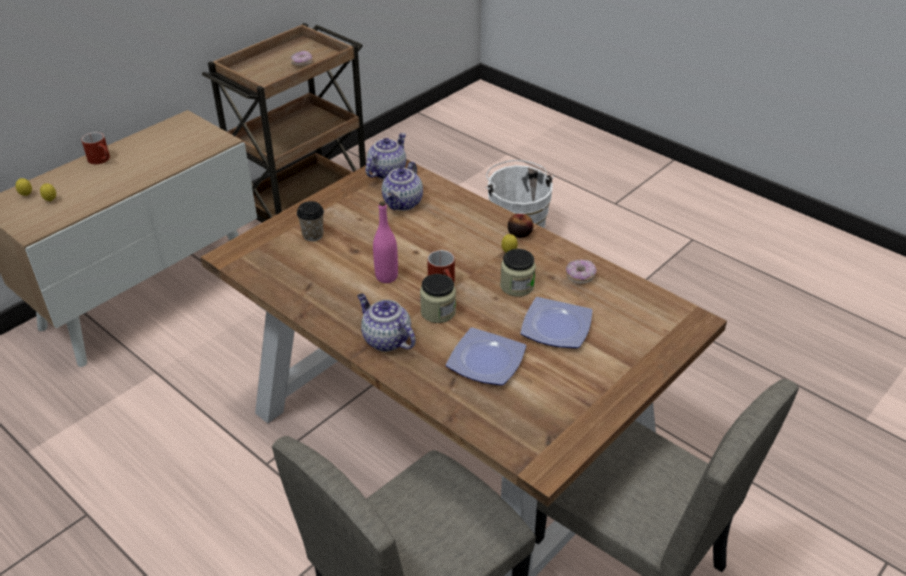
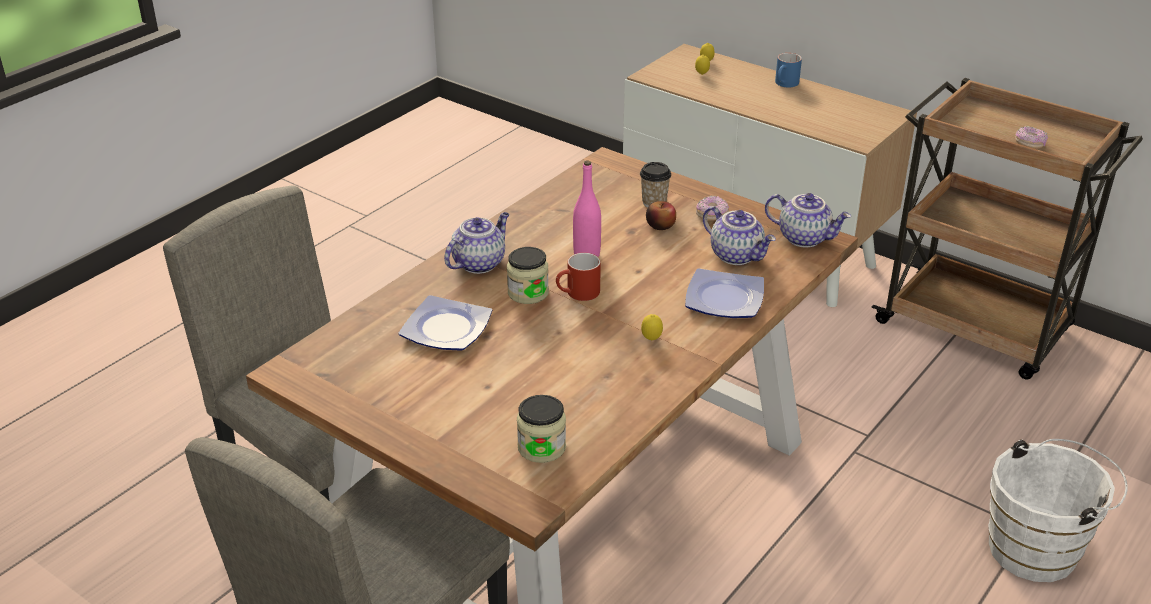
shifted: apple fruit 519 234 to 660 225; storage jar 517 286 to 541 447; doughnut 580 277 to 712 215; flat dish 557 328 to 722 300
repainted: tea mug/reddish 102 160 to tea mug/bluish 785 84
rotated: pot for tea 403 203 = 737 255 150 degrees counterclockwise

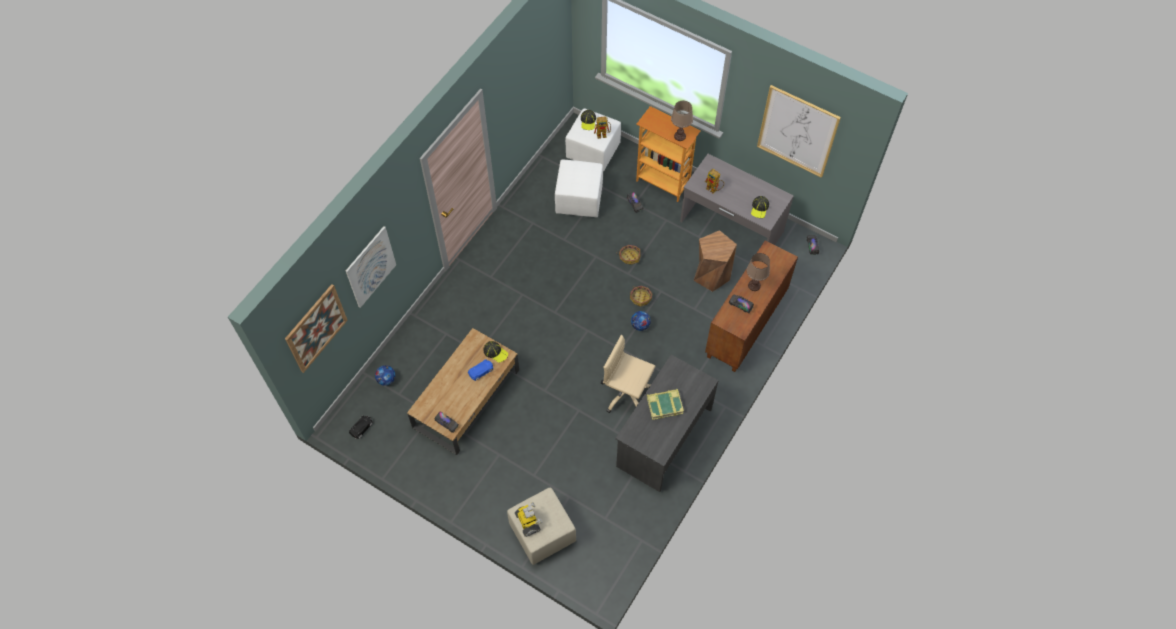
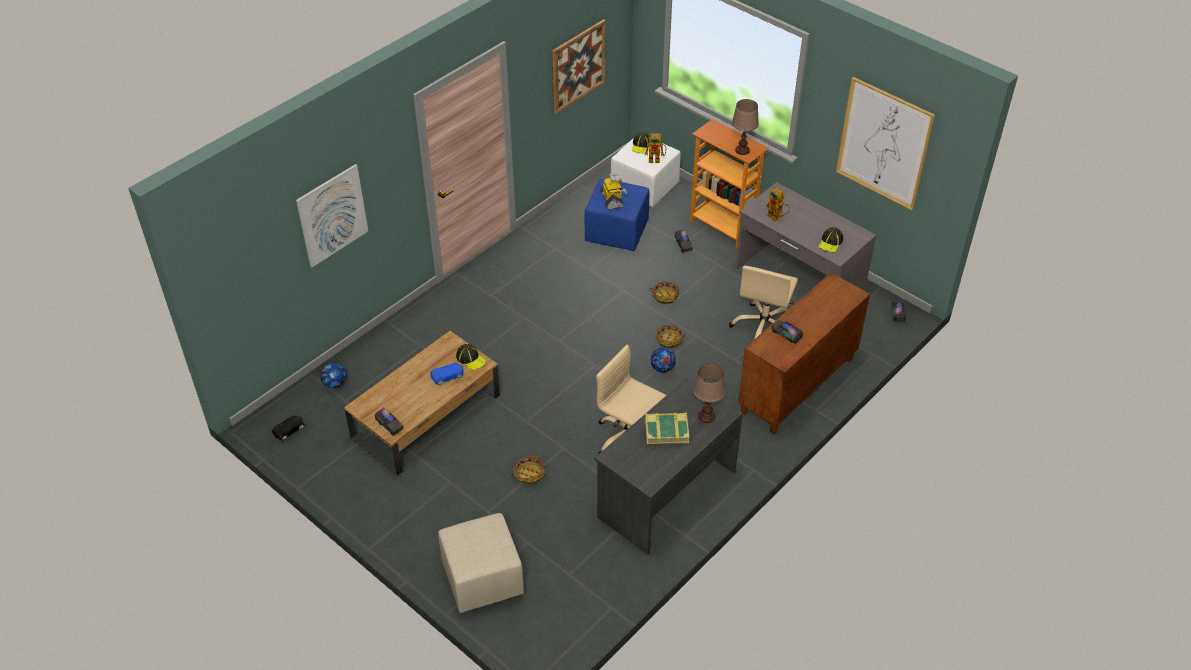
new: storage basket 529 474
shifted: table lamp/brown-coloured 754 285 to 706 416; picture 316 328 to 578 66; toy robot 528 522 to 612 200
swapped: stool/brown-coloured 711 275 to desk chair/sand-coloured 763 327
repainted: pouffe/white 579 199 to pouffe/bluish 616 231

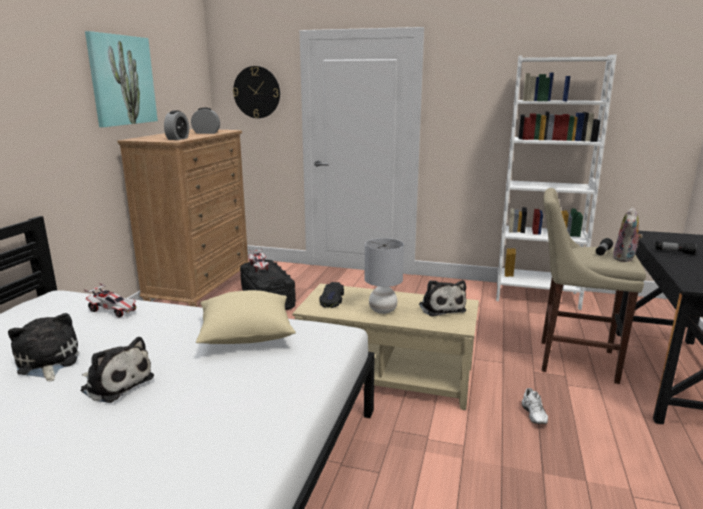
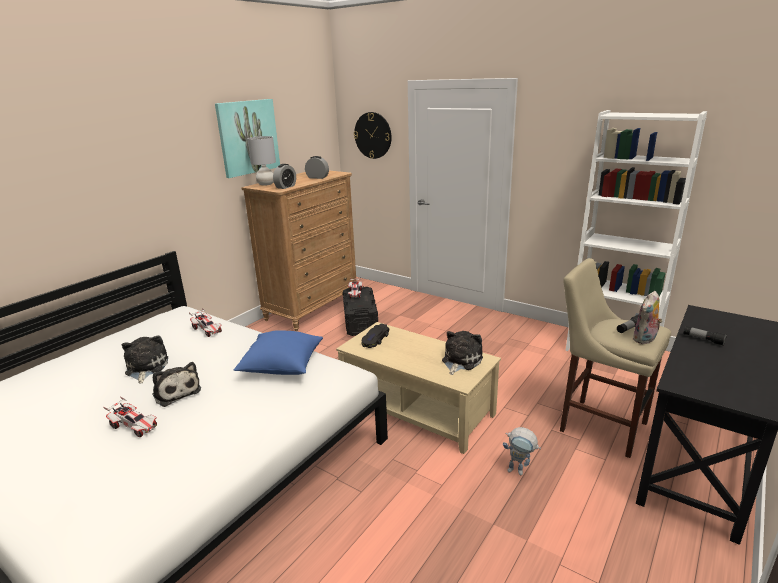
new: model car 134 426
shifted: table lamp/gray 383 310 to 266 184
swapped: item of footwear/white 532 415 to toy robot 519 471
repainted: throw pillow/sand-coloured 246 335 to throw pillow/bluish 282 366
rotated: plush toy 441 307 = 460 361 150 degrees counterclockwise

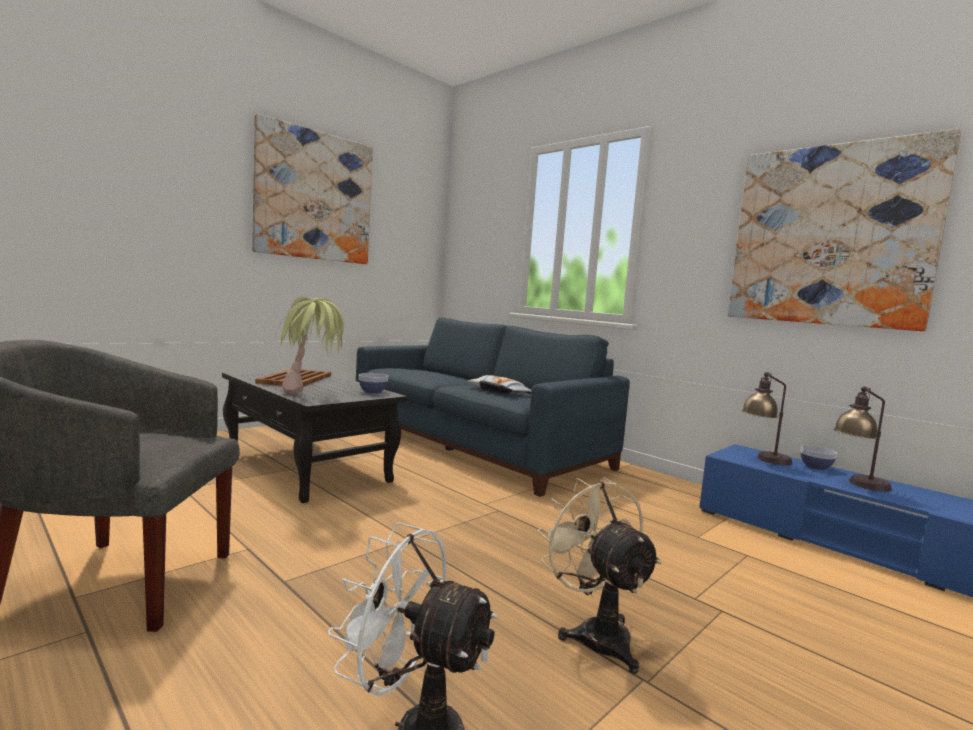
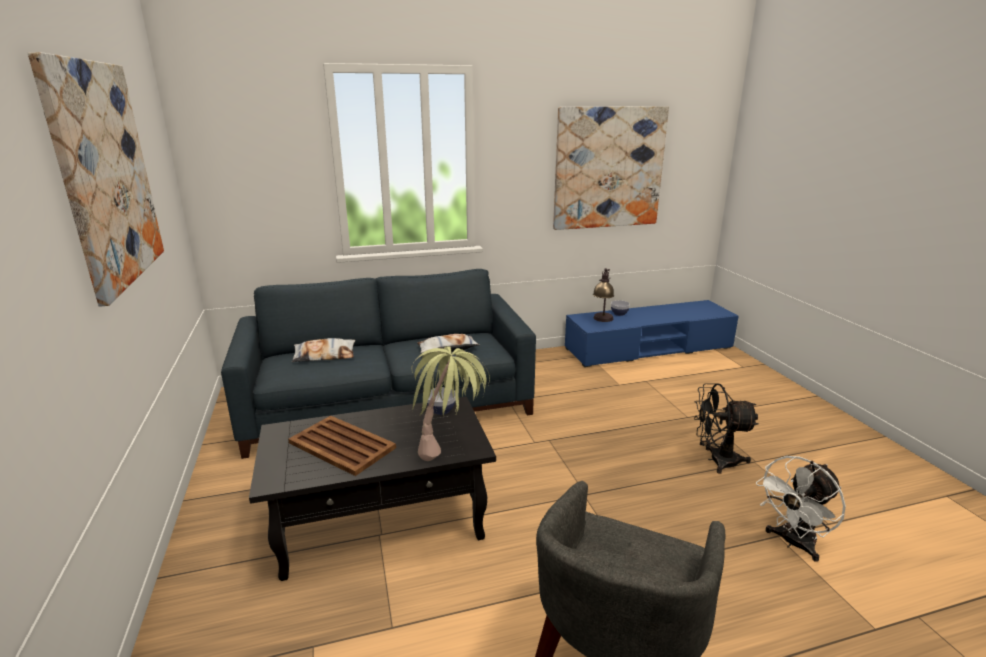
gone: table lamp 858 485
new: throw pillow 324 355
repainted: cooling fan/sand-coloured 595 633 to cooling fan/black 716 460

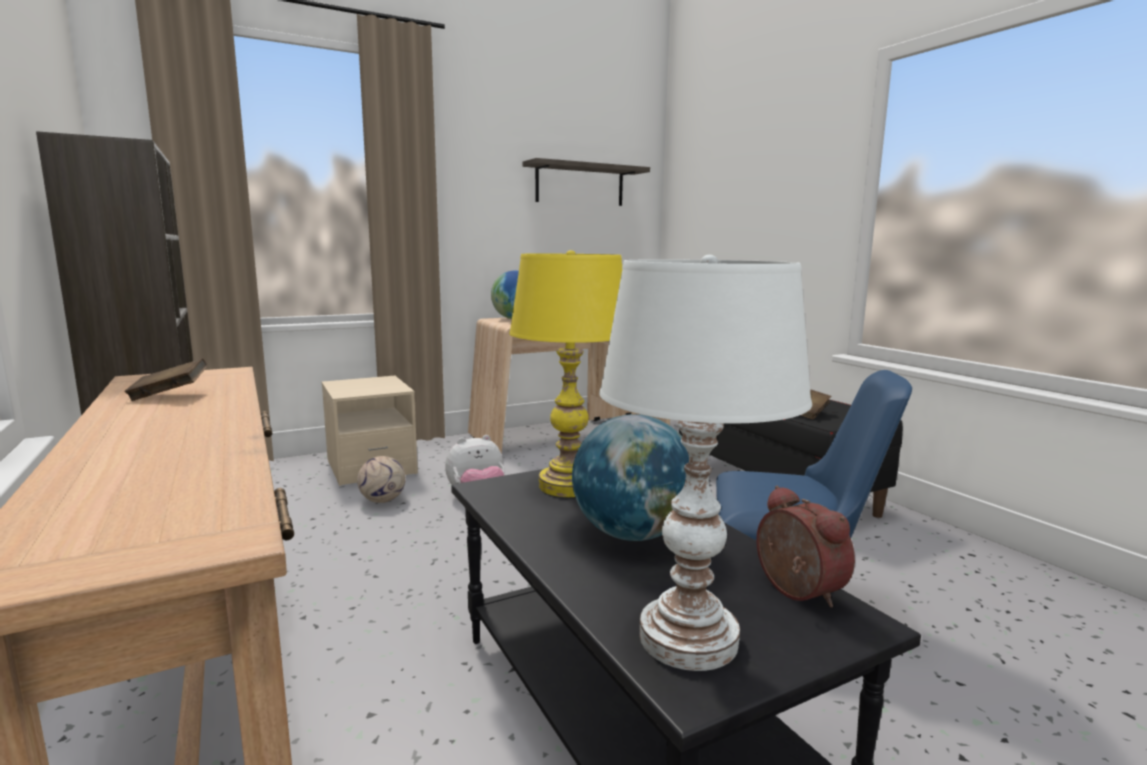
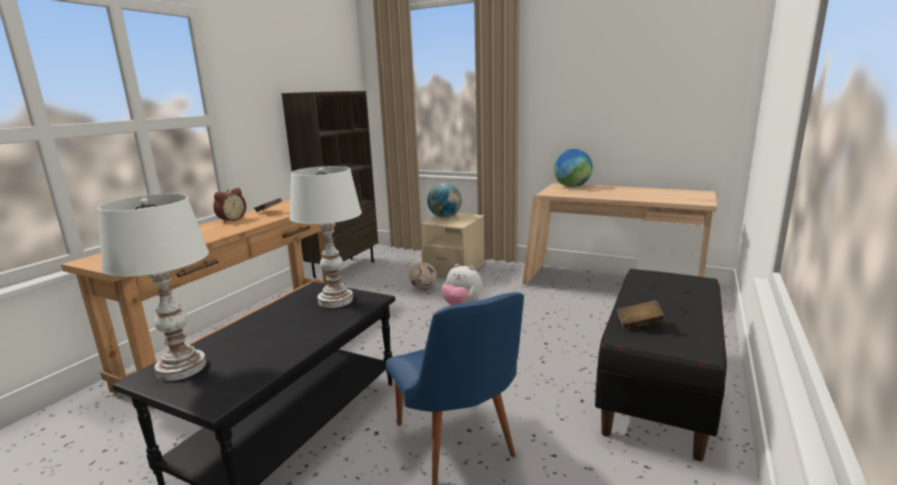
gone: wall shelf 580 185
shifted: world globe 632 534 to 445 217; bedside clock 795 592 to 231 219
repainted: table lamp/yellow 568 486 to table lamp/white 335 300

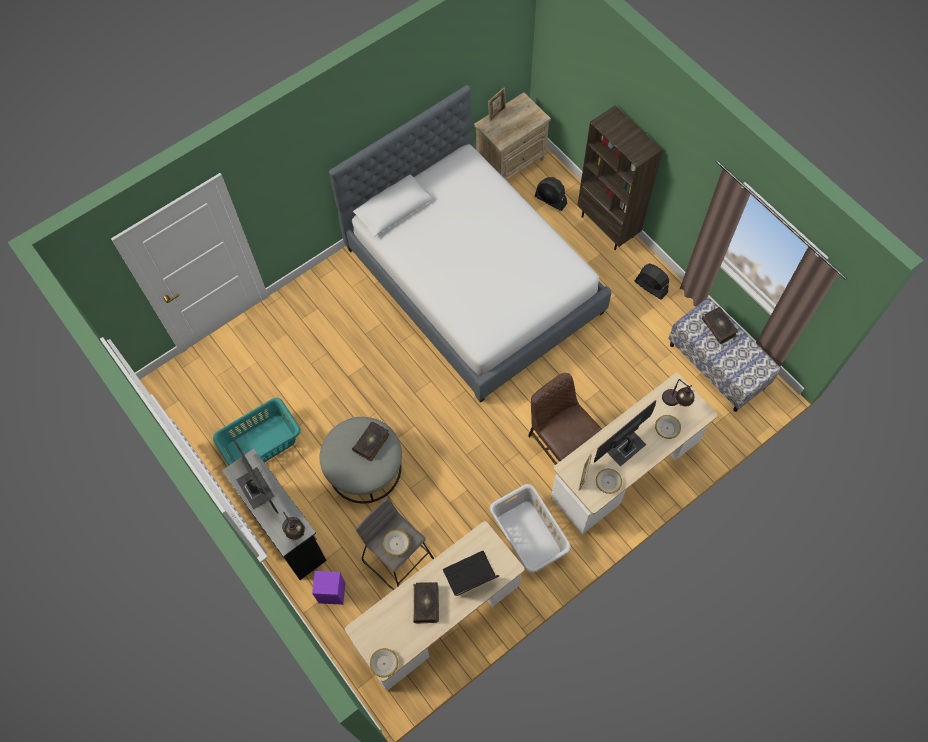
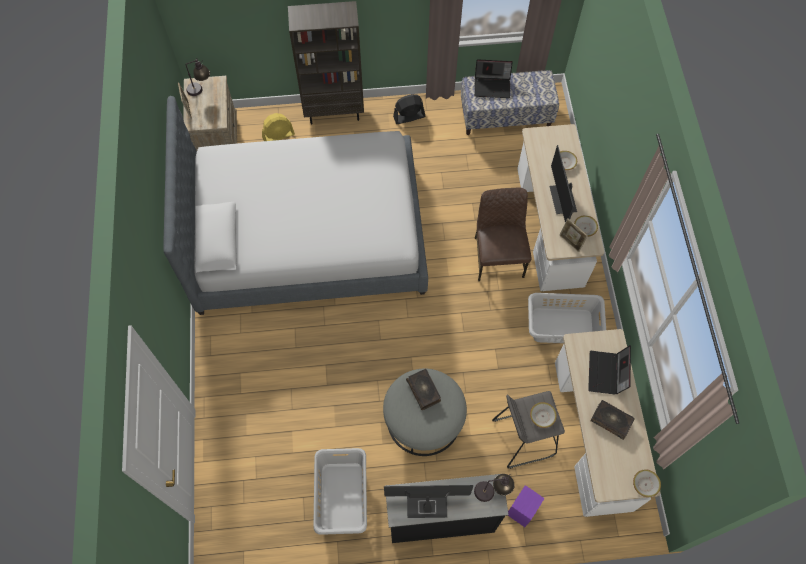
shifted: table lamp 675 403 to 200 89
swapped: book 719 327 to notebook computer 492 86
repainted: cooling fan/black 550 200 to cooling fan/yellow 278 136; laundry basket/turquoise-coloured 261 443 to laundry basket/gray 341 496
rotated: upright chair/brown-coloured 561 442 = 498 256 90 degrees clockwise

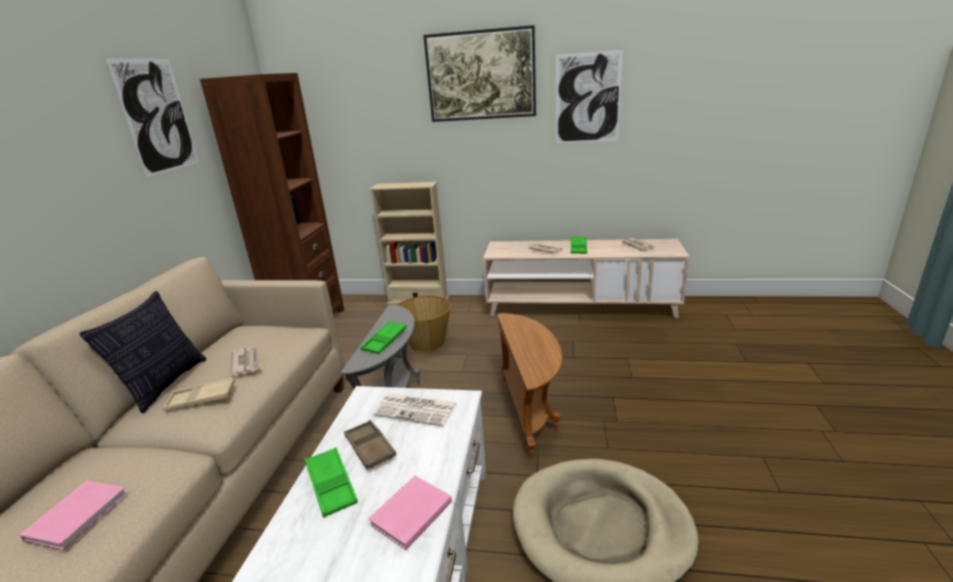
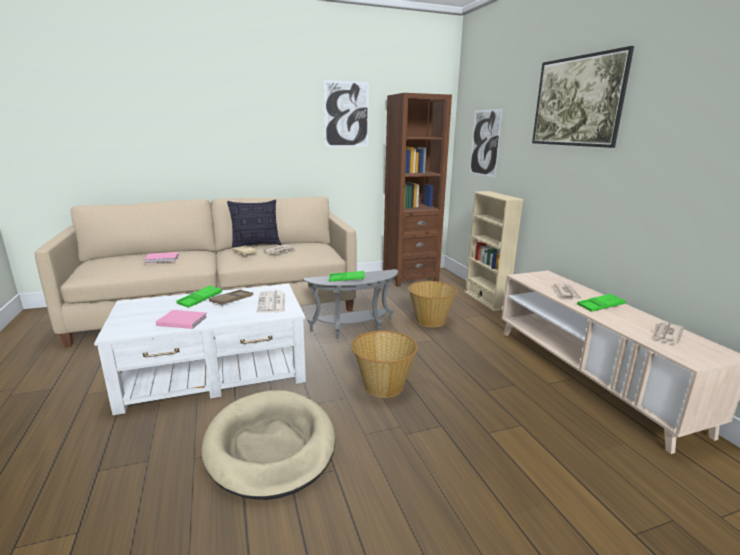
shifted: picture 587 98 to 485 143
swapped: accent table/brown-coloured 531 412 to storage basket 383 386

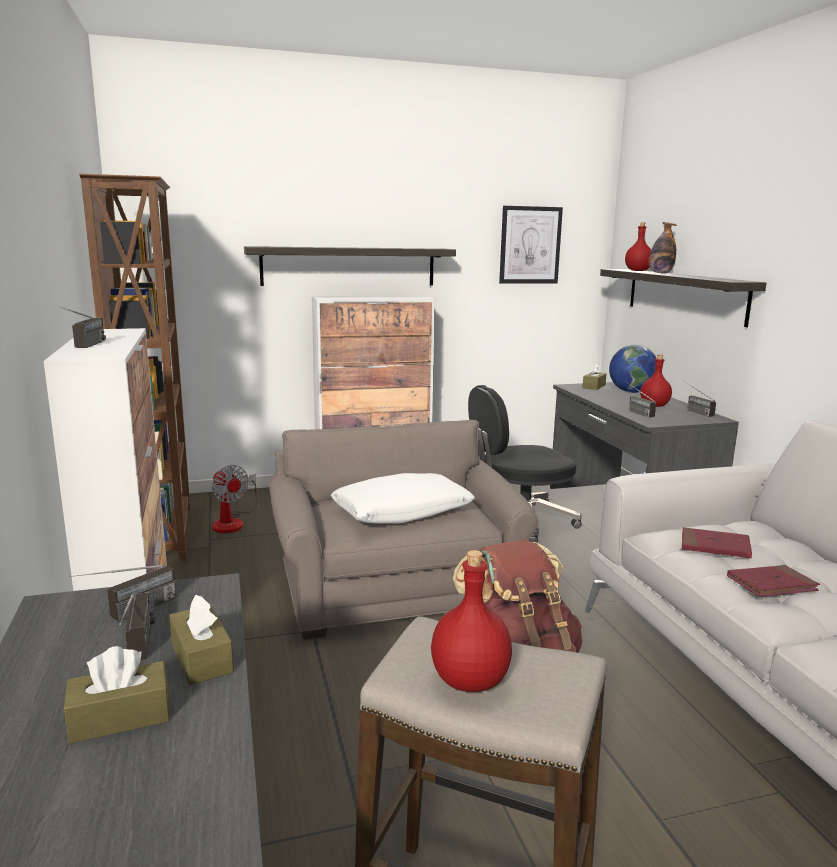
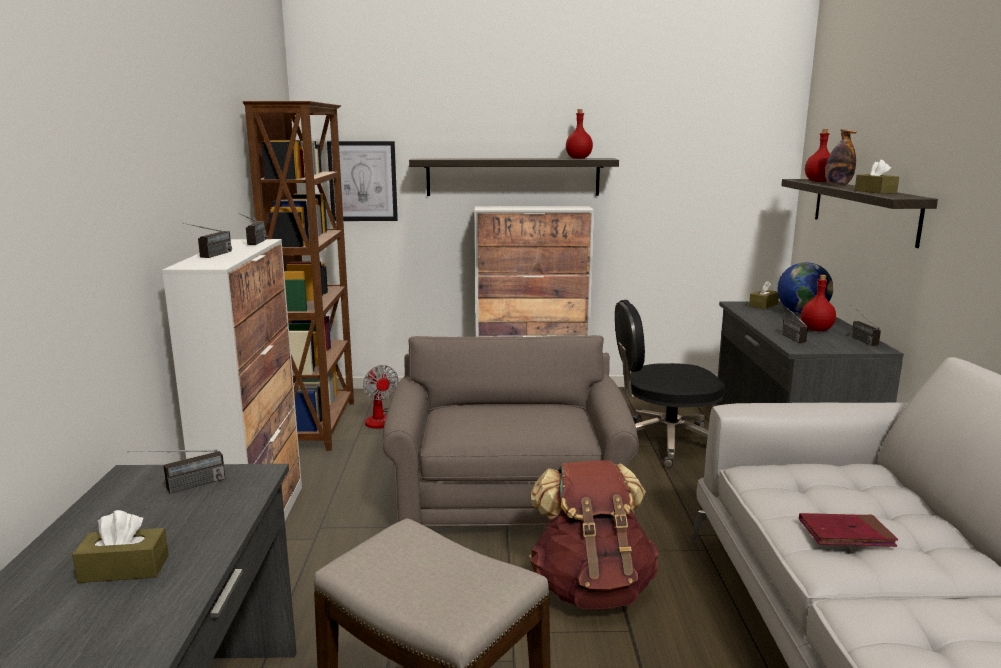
gone: throw pillow/white 402 511; book/reddish 715 546
shifted: picture 530 245 to 363 181; drink bottle/reddish 468 680 to 578 158; radio 141 651 to 255 243; tissue holder/brown-coloured 201 658 to 875 191

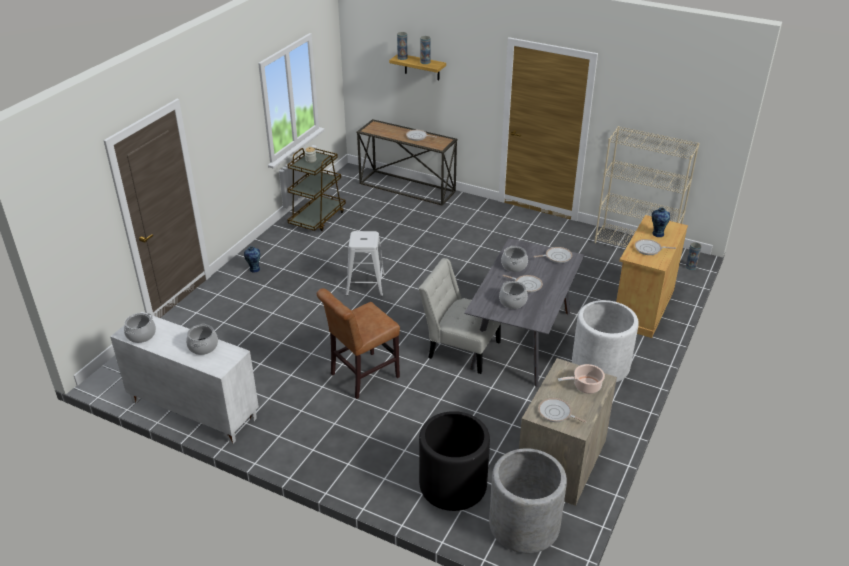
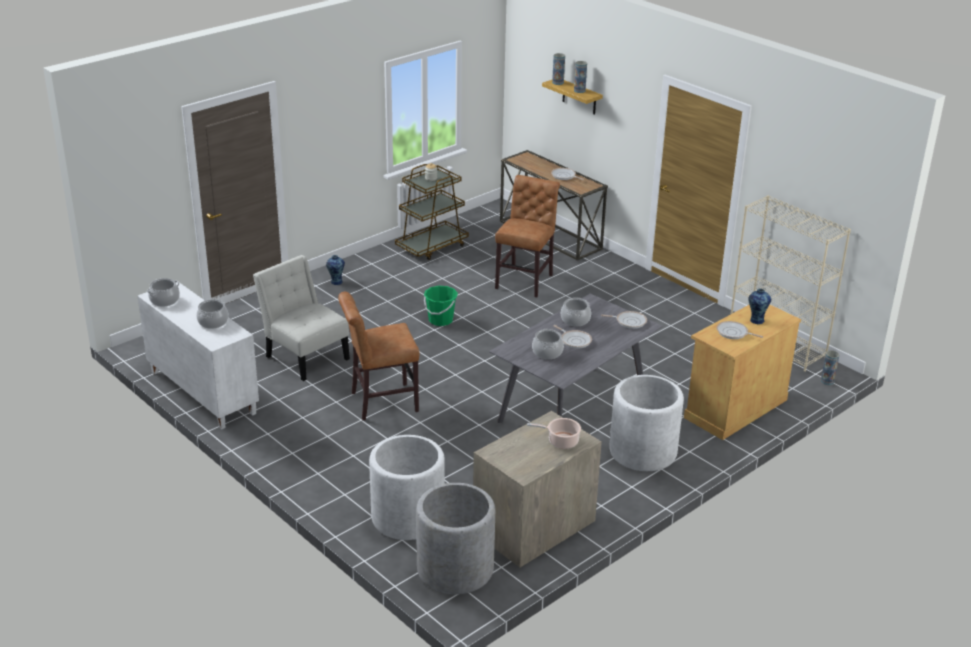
gone: skillet 556 413
new: upright chair/brown-coloured 525 280
shifted: upright chair/white 460 348 to 305 356
swapped: stool/white 365 285 to bucket/green 440 320
repainted: plant pot/black 452 485 to plant pot/white 407 517

